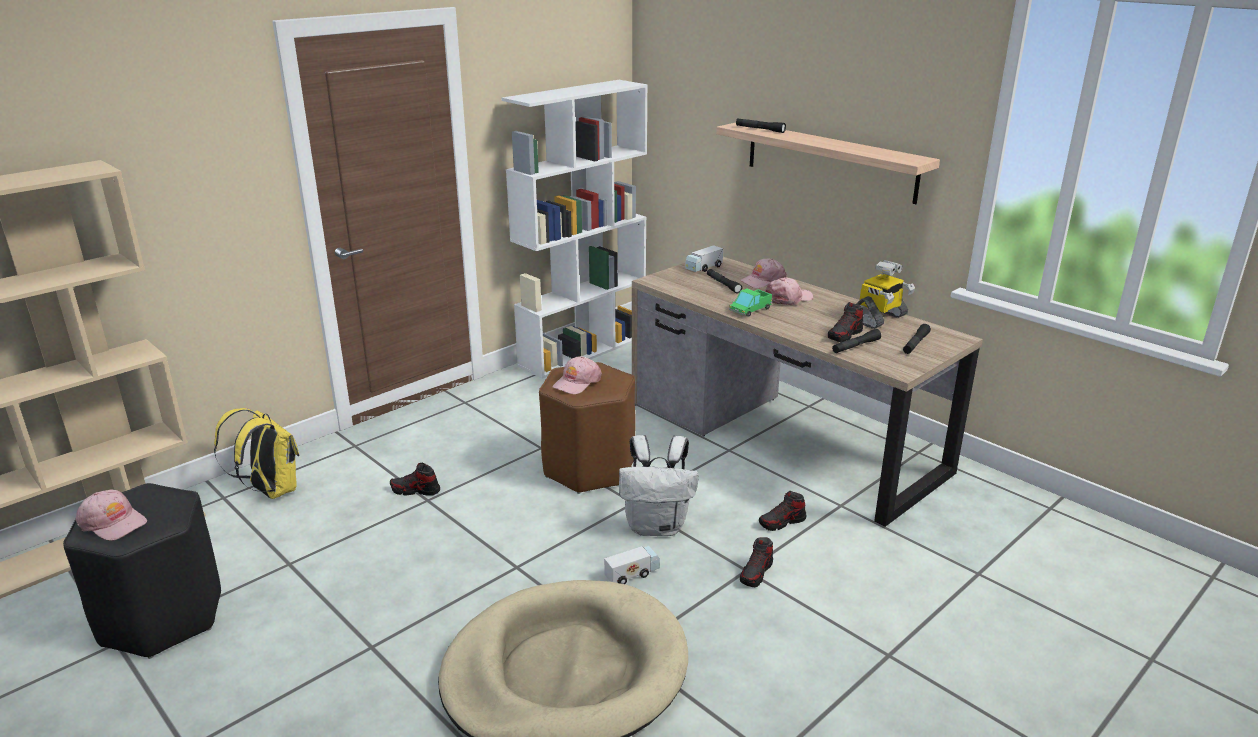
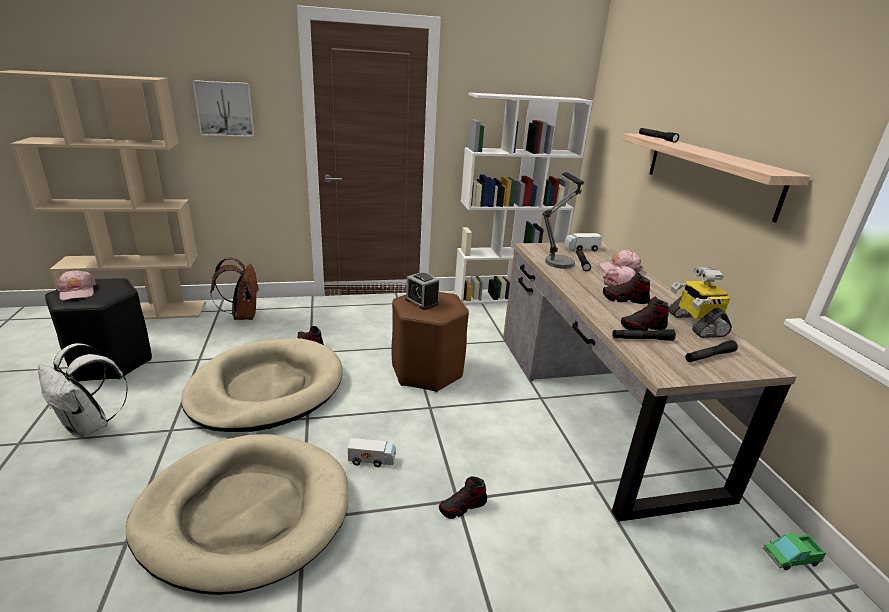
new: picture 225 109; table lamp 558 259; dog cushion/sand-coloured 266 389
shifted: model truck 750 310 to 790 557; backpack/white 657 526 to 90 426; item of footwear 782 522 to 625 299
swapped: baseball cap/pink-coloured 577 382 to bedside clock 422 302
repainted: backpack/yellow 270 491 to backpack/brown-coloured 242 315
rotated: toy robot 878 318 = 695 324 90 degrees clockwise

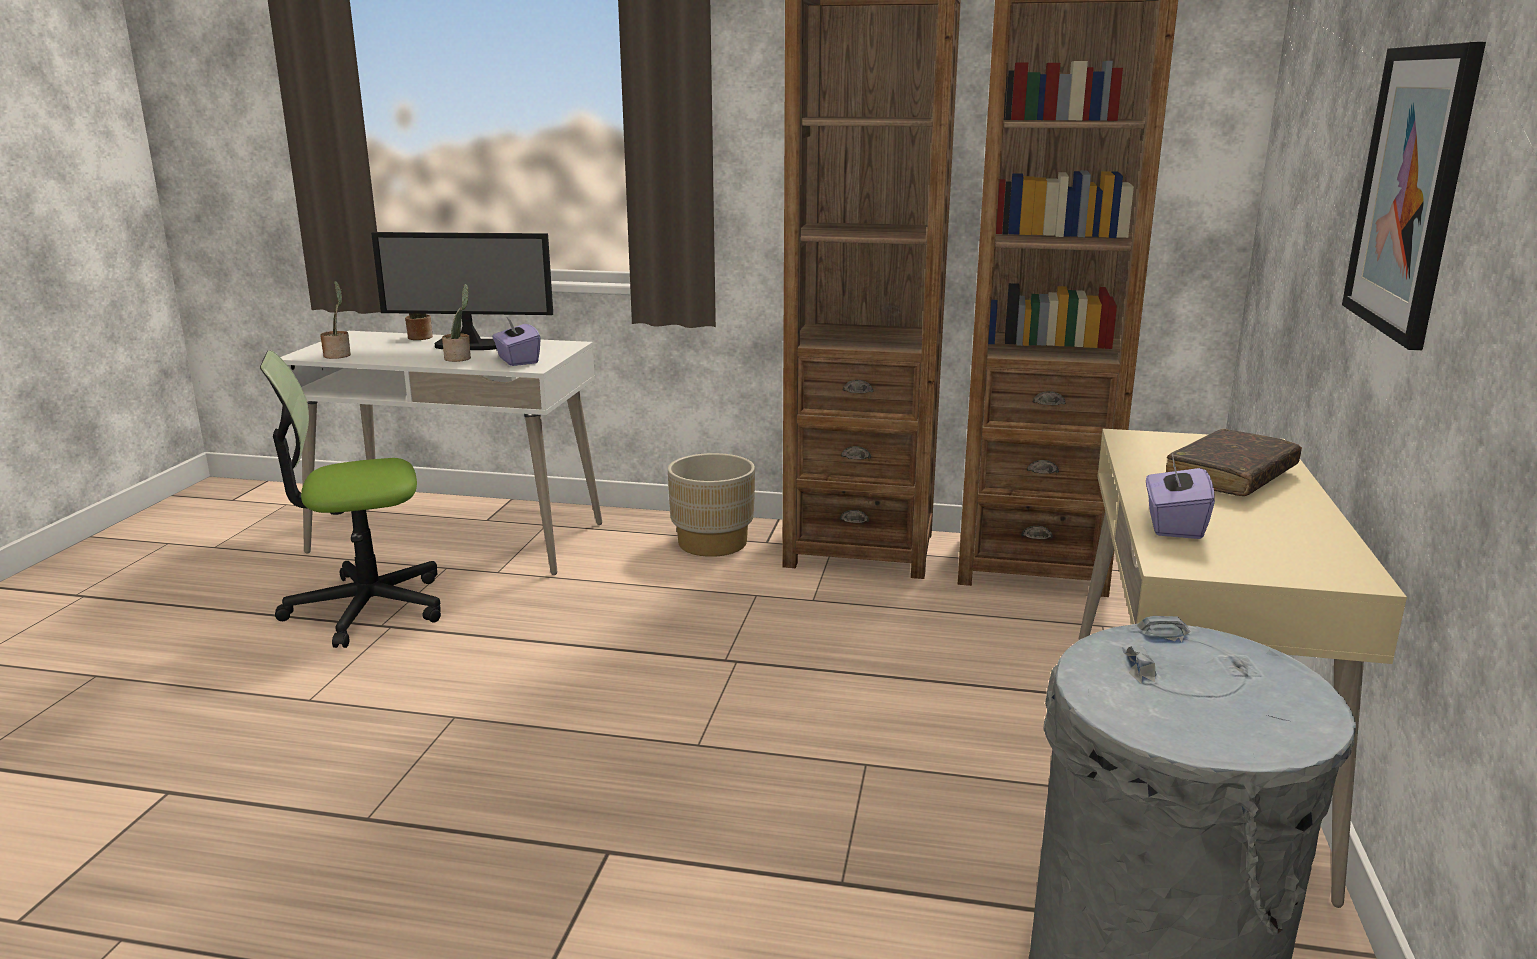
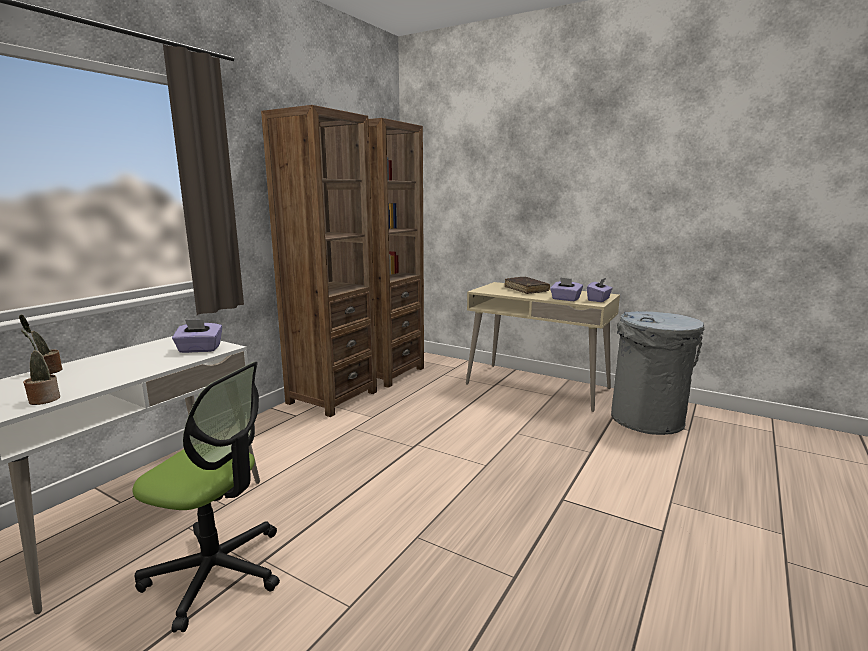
gone: picture 1411 191; computer display 470 346; potted plant 459 358; plant pot/sand-coloured 712 543
new: tissue holder/purple 599 300
rotated: desk chair 366 608 = 216 573 75 degrees counterclockwise

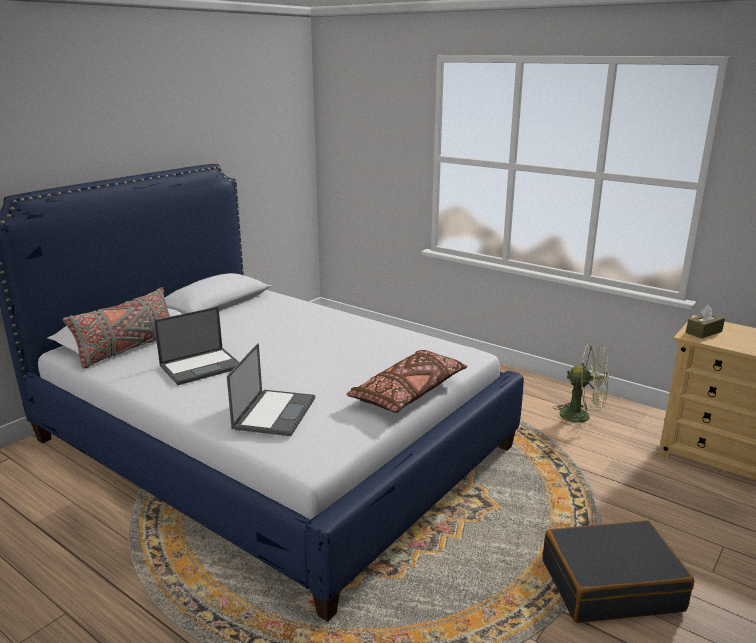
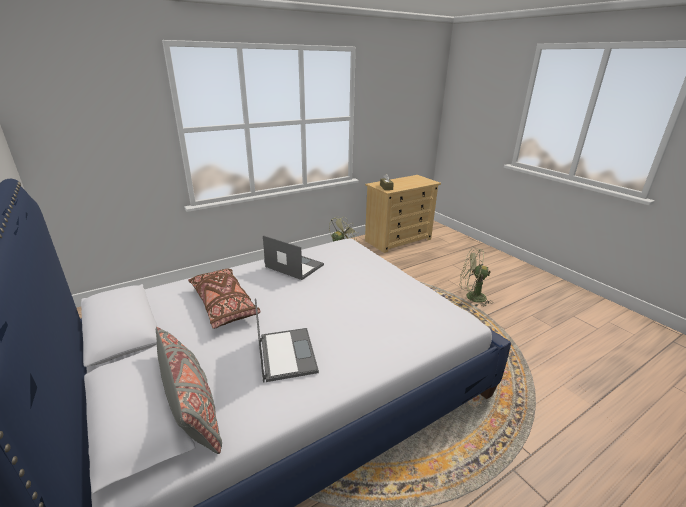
shifted: notebook computer 274 412 to 294 266; throw pillow/brown-coloured 408 393 to 224 305
swapped: piece of luggage/black 610 584 to cooling fan/green 471 297

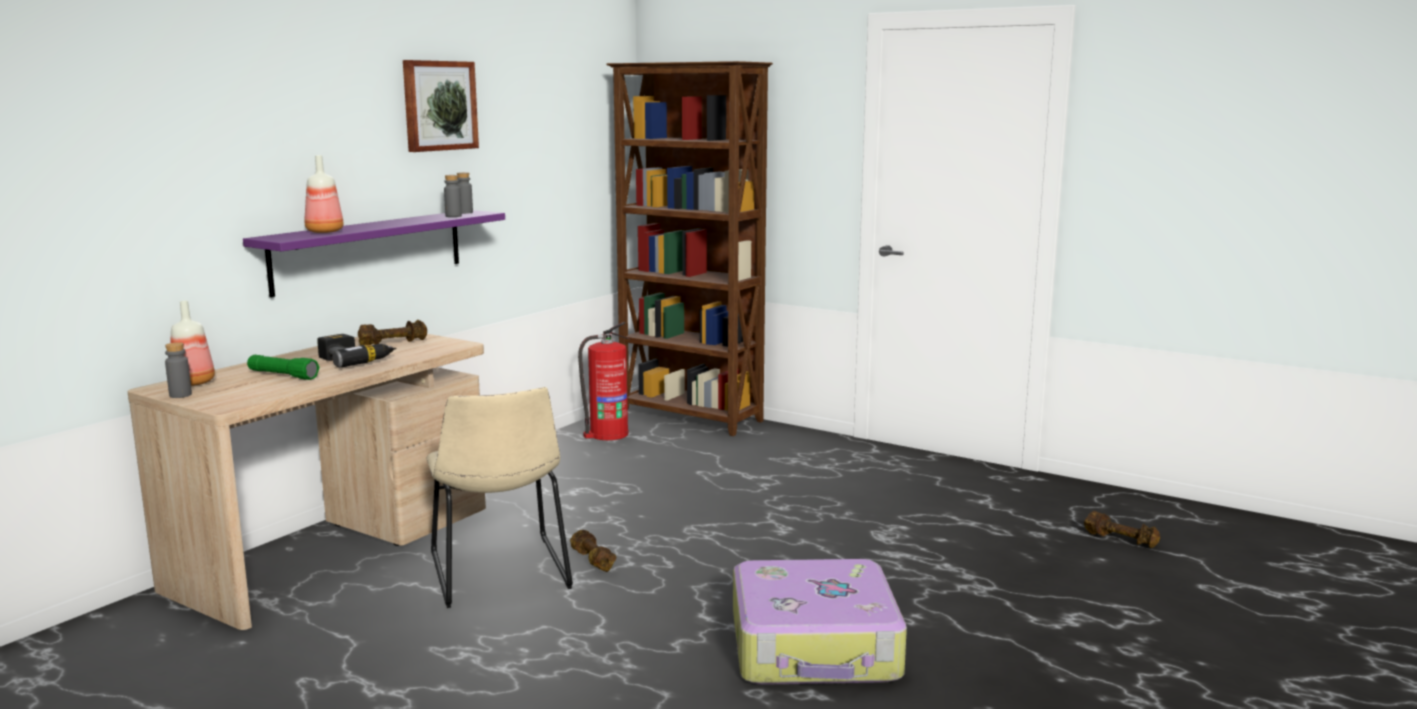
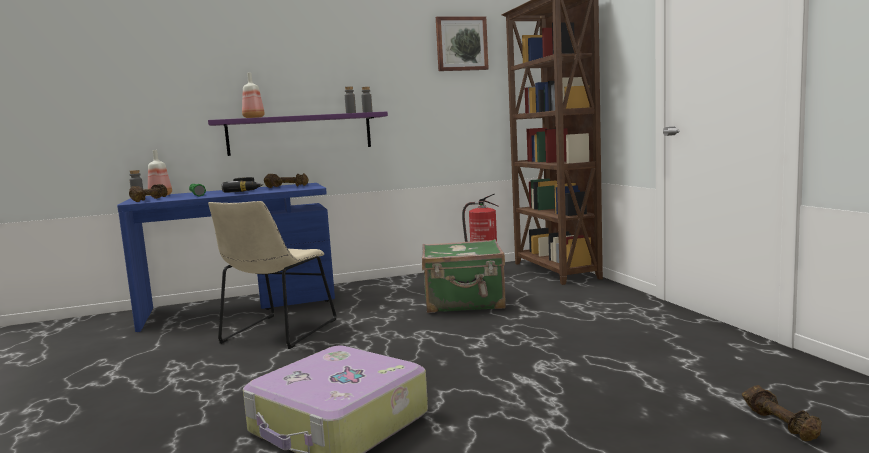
new: piece of luggage/green 464 303
shifted: picture 439 105 to 461 44; hand weight/brown-coloured 592 561 to 149 200
repainted: desk/sand-coloured 336 550 to desk/bluish 240 306

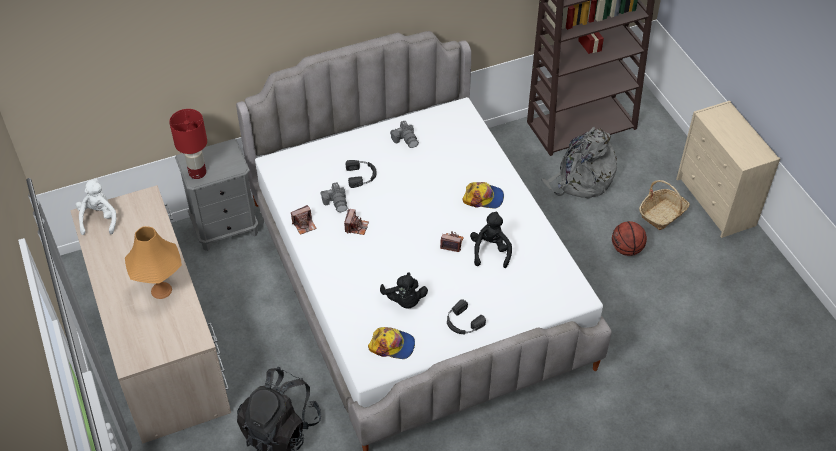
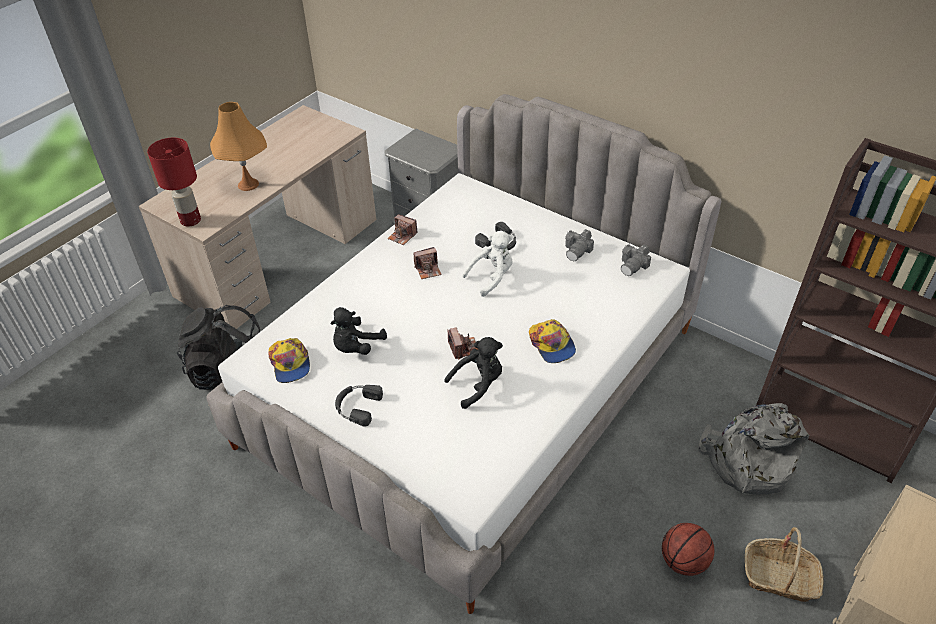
shifted: table lamp/reddish 198 173 to 190 221; plush toy/white 99 219 to 492 277; still camera 336 202 to 633 266

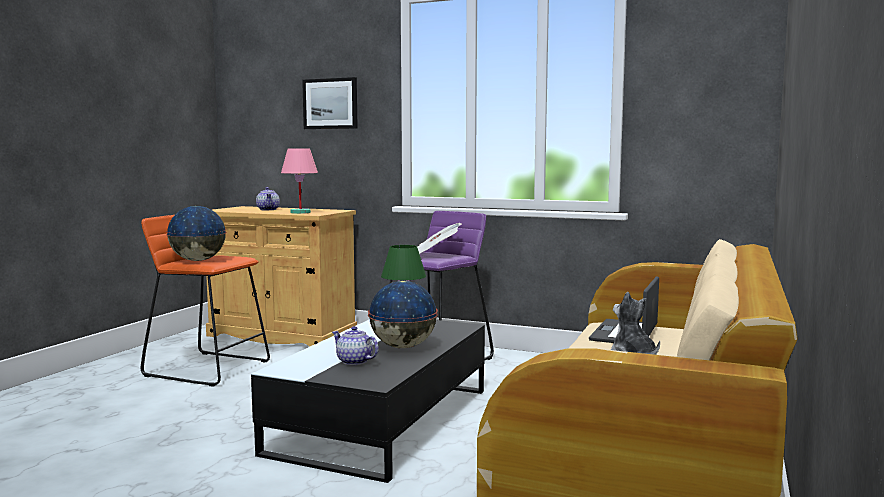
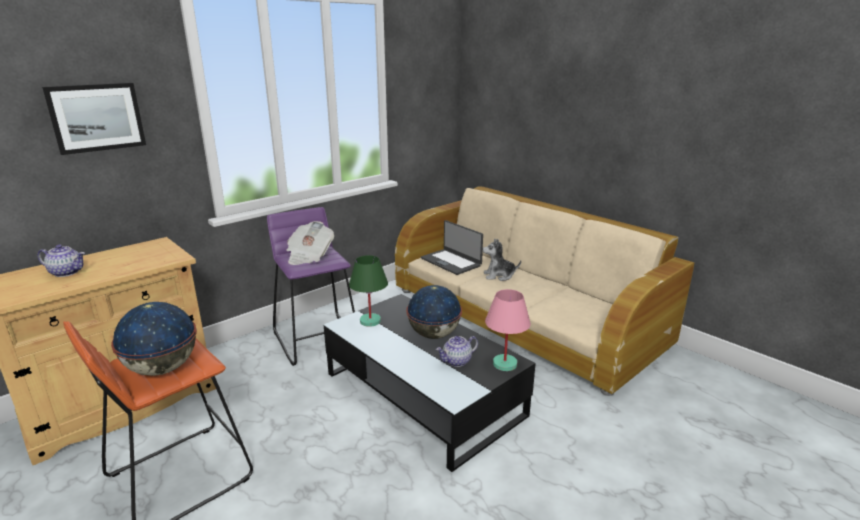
shifted: table lamp/pink-coloured 300 212 to 505 364

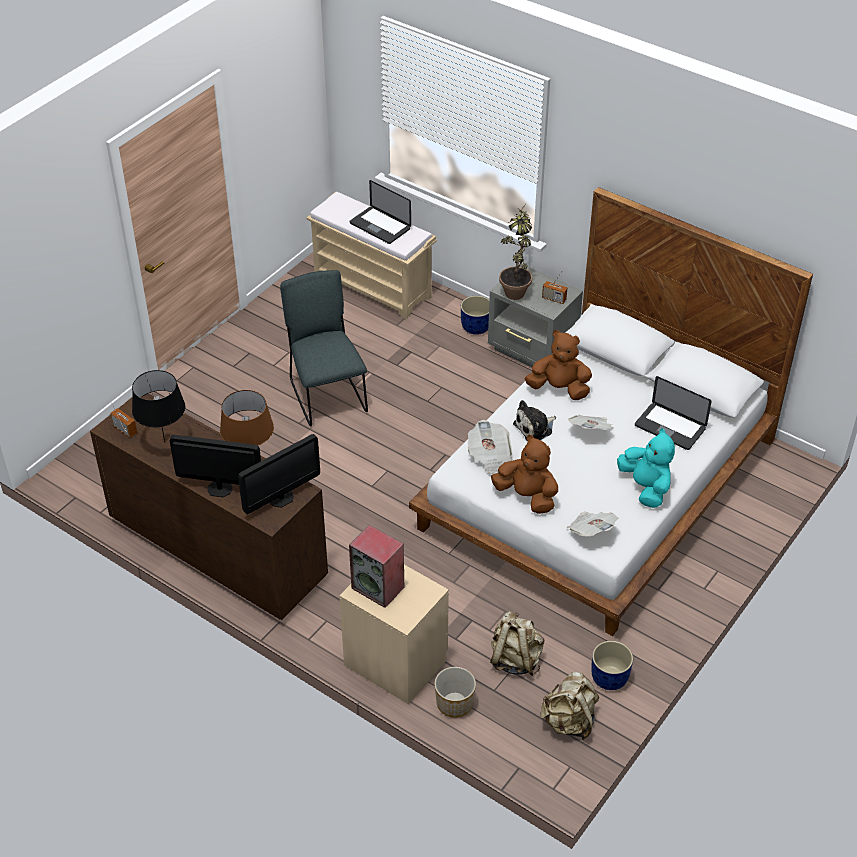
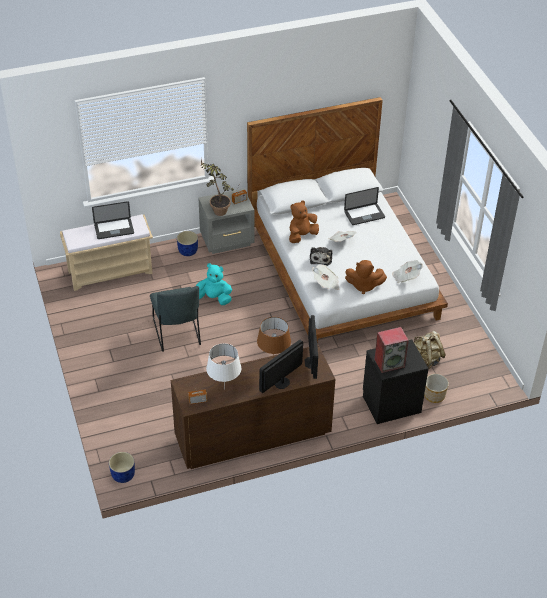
gone: backpack/sand-coloured 569 722
shifted: plush toy/turquoise-coloured 645 487 to 213 298; plant pot/bluish 609 677 to 122 475
repainted: table lamp/black 164 442 to table lamp/white 224 389; nightstand/sand-coloured 396 662 to nightstand/black 391 403
rotated: upright chair/gray 326 394 = 177 334 120 degrees counterclockwise; plush toy/brown-coloured 527 496 = 364 286 150 degrees counterclockwise

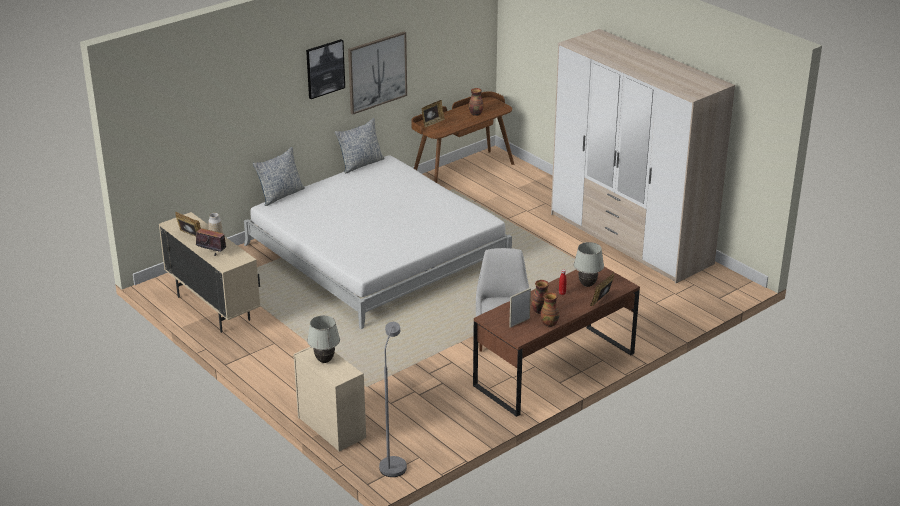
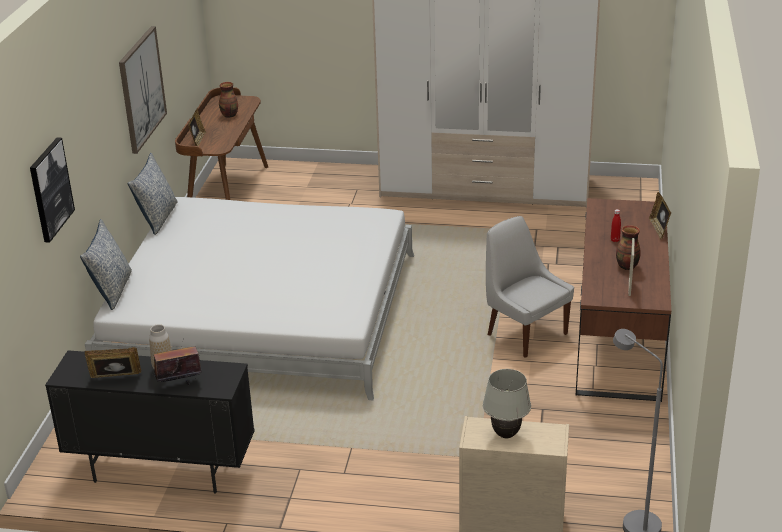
gone: table lamp/white 587 285; vase 549 323
shifted: picture 325 68 to 50 189
repainted: storage cabinet/sand-coloured 213 308 to storage cabinet/black 162 471

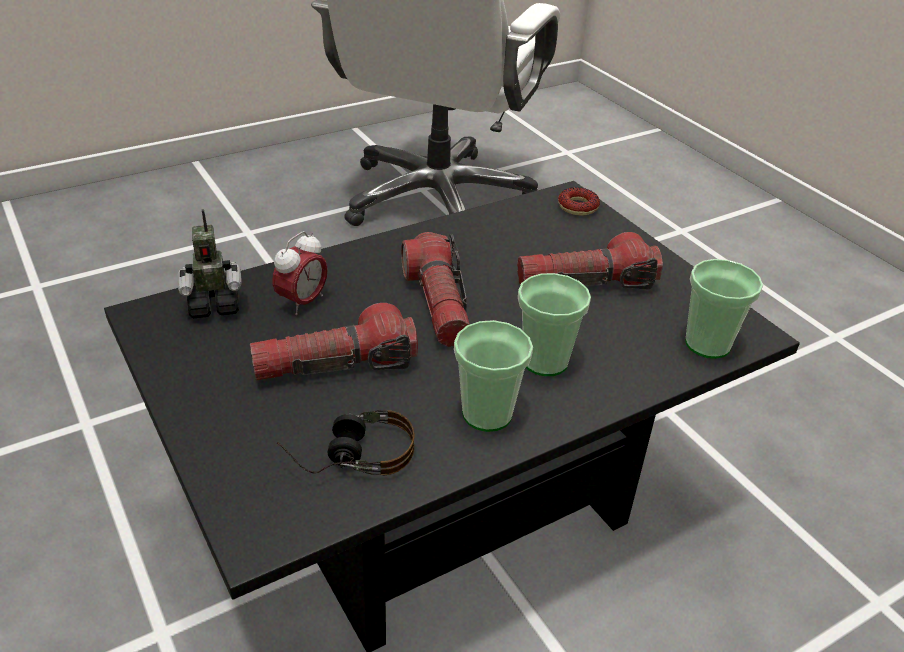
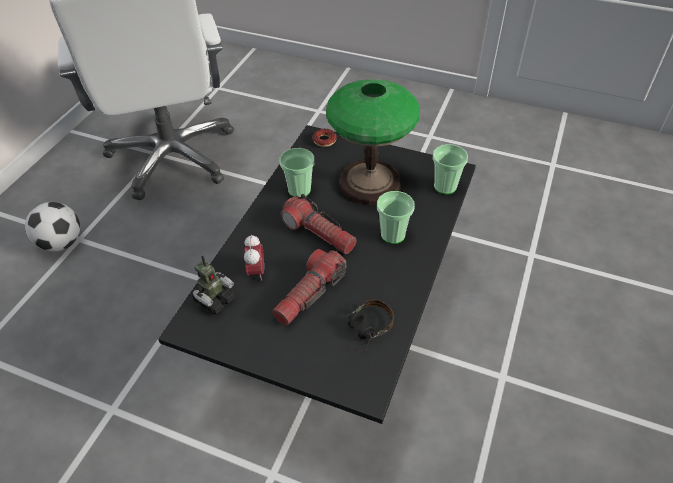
new: ball for football 61 243
shifted: small cup 487 414 to 299 190
swapped: hand torch 586 283 to table lamp 370 183

